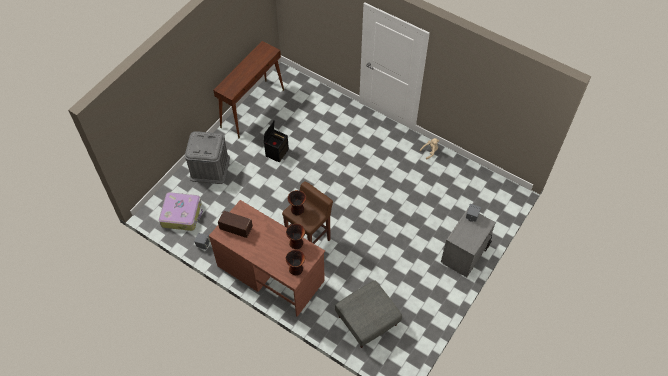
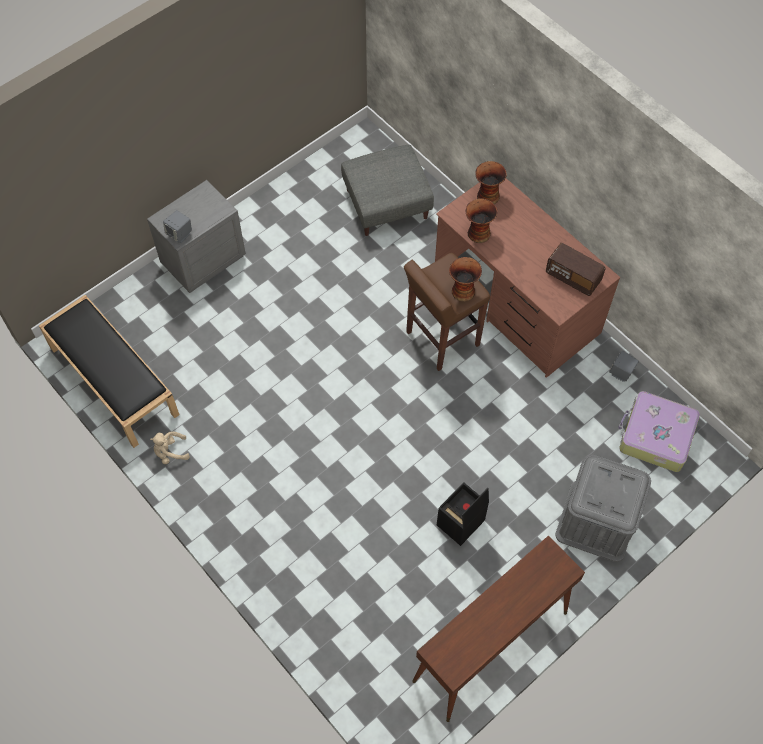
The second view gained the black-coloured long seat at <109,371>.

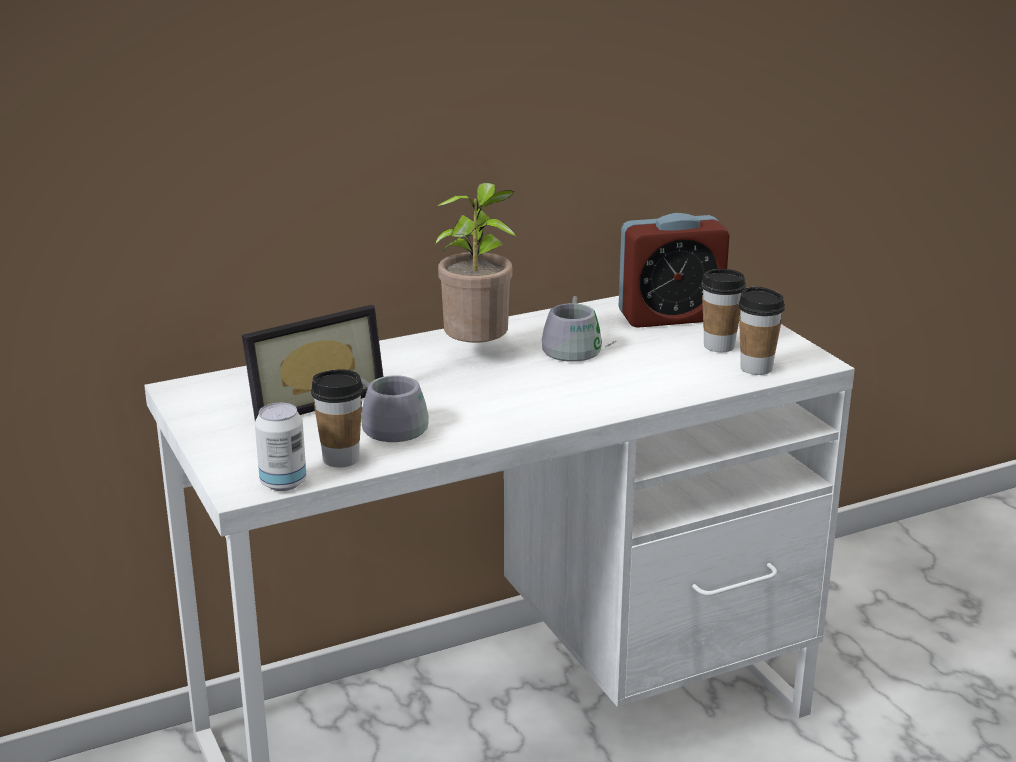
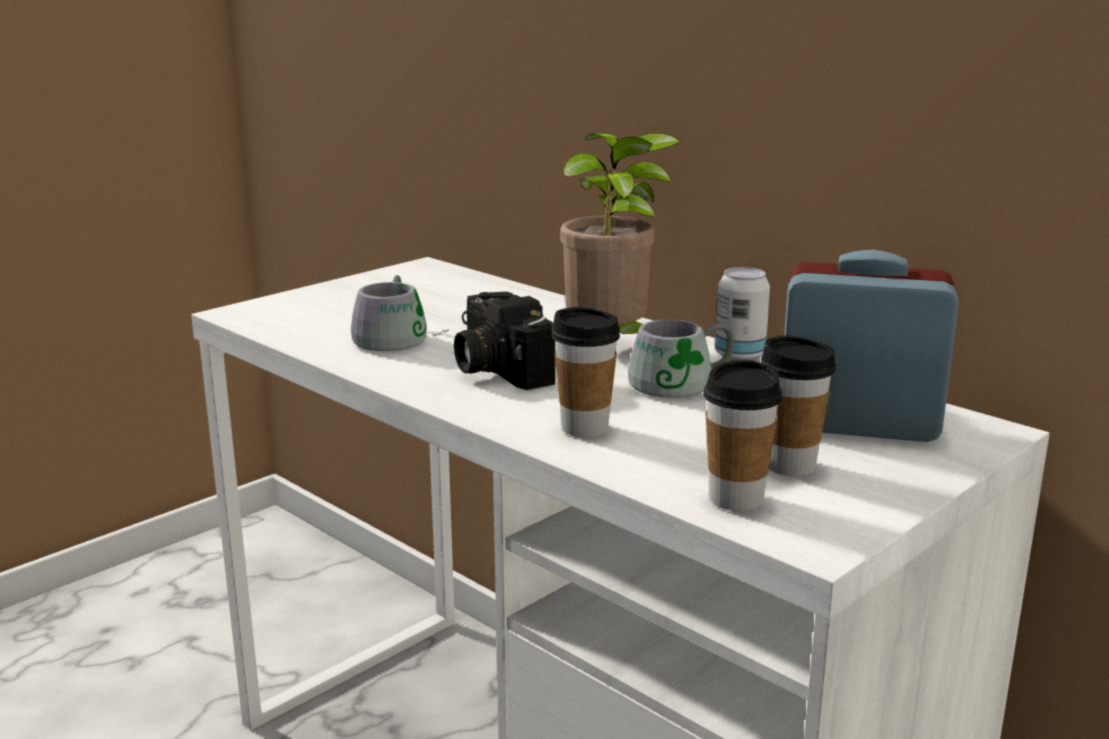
The alarm clock at <674,270> ended up facing another way, 135 degrees clockwise from before. The second view lost the picture frame at <312,363>. The cup ended up elsewhere, having gone from <337,418> to <586,372>. The metal can ended up elsewhere, having gone from <280,447> to <742,314>. The second view gained the still camera at <504,341>.

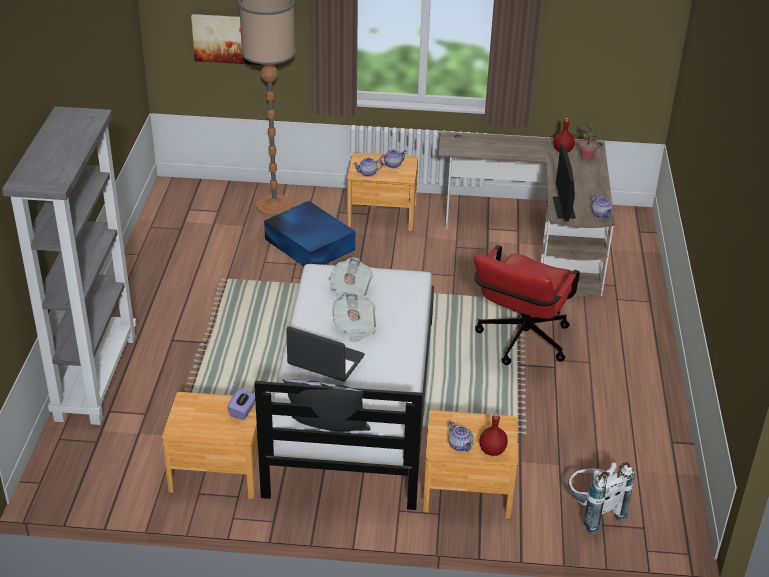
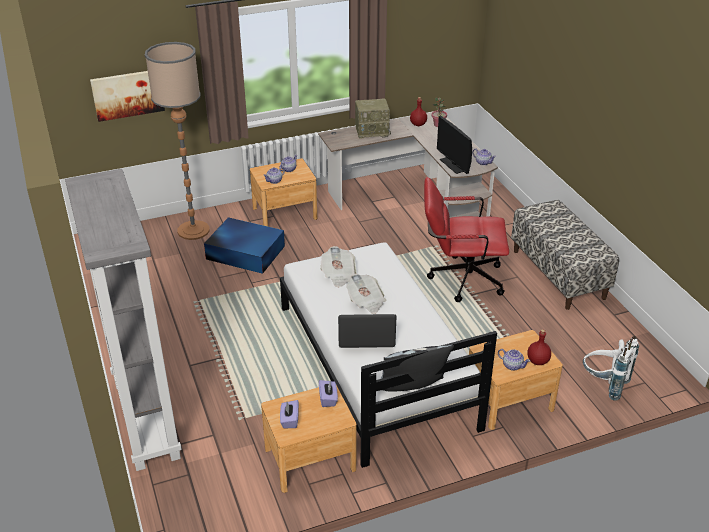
The red computer chair at <527,305> ended up facing another way, 90 degrees clockwise from before. The second view gained the radio at <373,119>. The second view gained the long seat at <565,255>. The second view gained the purple-coloured box of tissues at <289,414>.

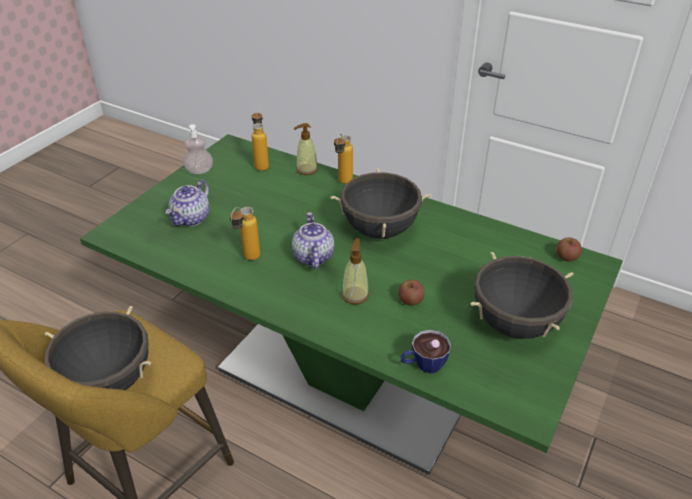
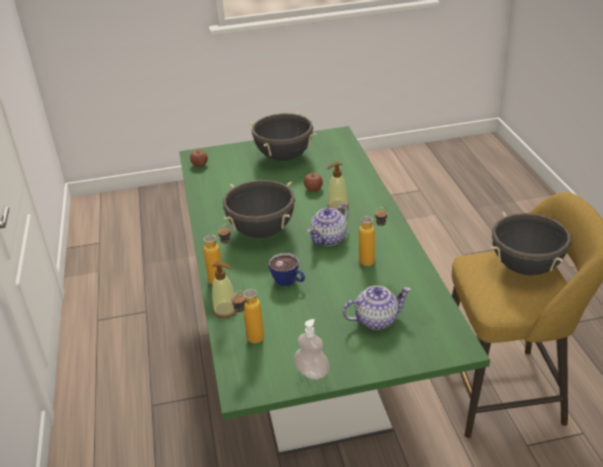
The cup ended up elsewhere, having gone from <425,351> to <287,269>.

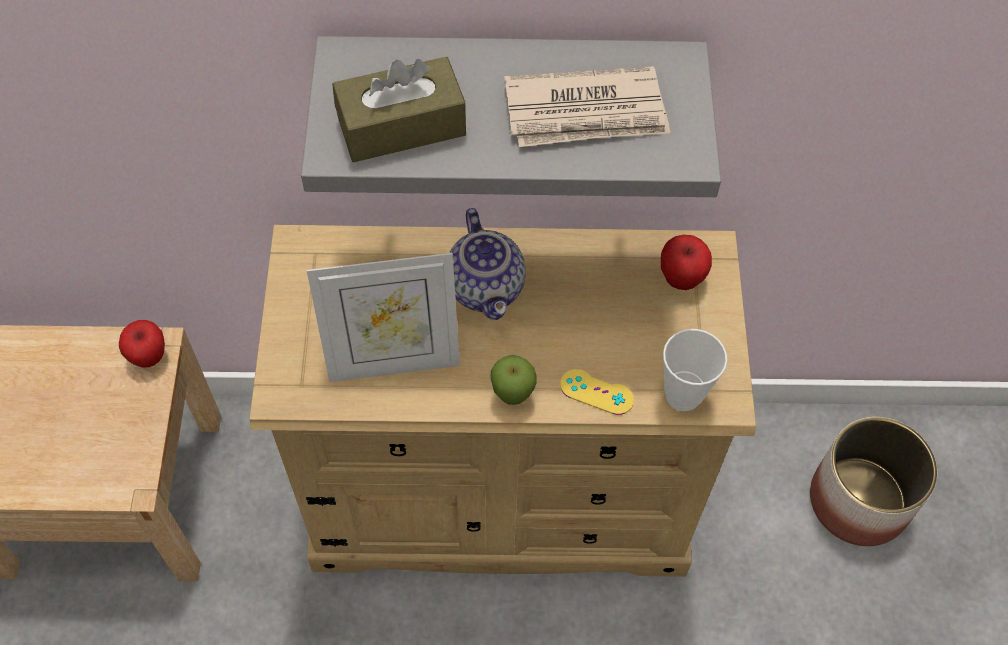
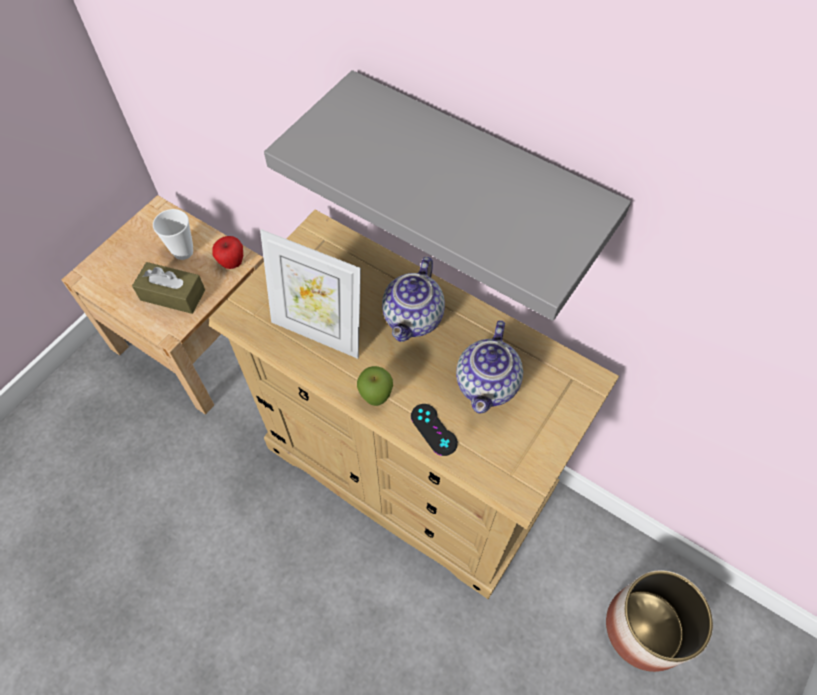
The brown box of tissues ended up elsewhere, having gone from <399,109> to <168,288>. The second view lost the daily paper at <587,106>. The second view lost the apple fruit at <686,262>. The cup ended up elsewhere, having gone from <695,370> to <173,234>. What was the yellow joypad at <597,392> turned into the black-coloured joypad at <434,430>. The second view gained the tea pot at <489,366>.

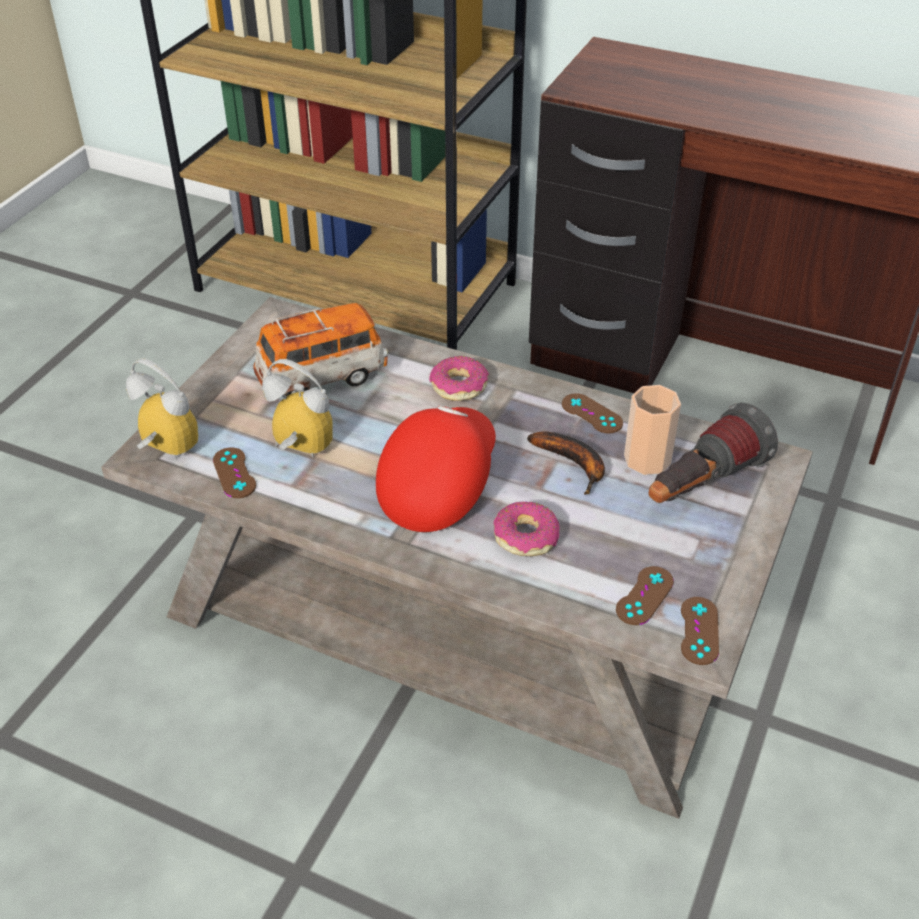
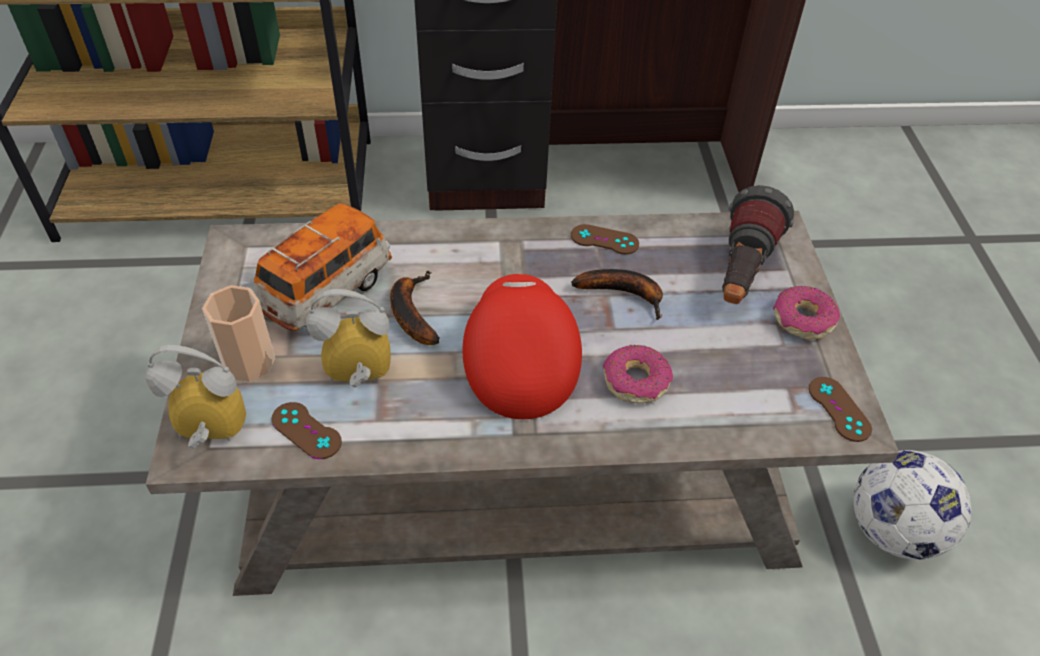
The doughnut ended up elsewhere, having gone from <459,378> to <806,313>. The cup ended up elsewhere, having gone from <652,430> to <238,333>. The second view lost the brown joypad at <645,595>. The second view gained the banana at <415,308>. The second view gained the football ball at <912,505>.

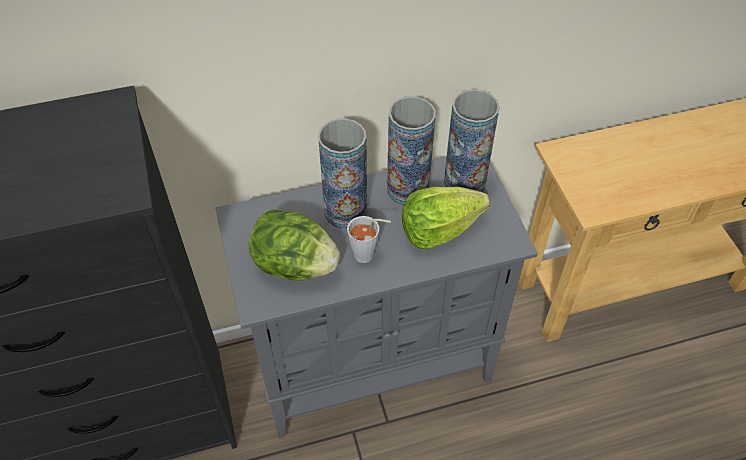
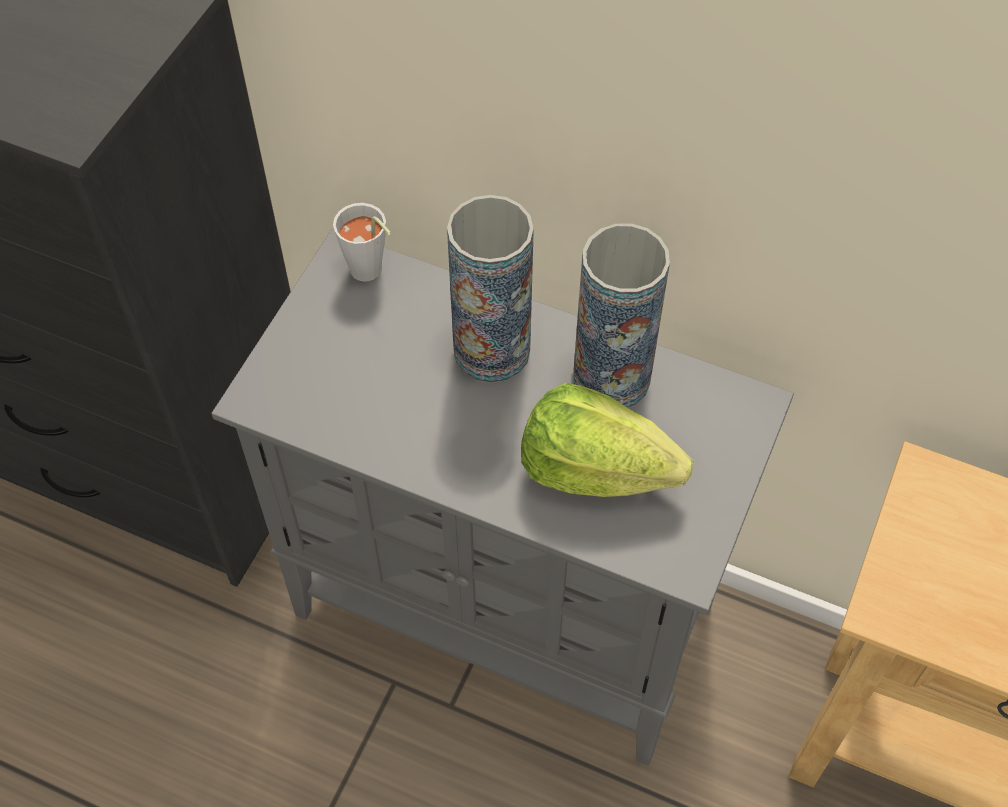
The second view lost the vase at <472,140>. The second view lost the lettuce head at <294,244>. The grey cup ended up elsewhere, having gone from <369,239> to <362,242>.

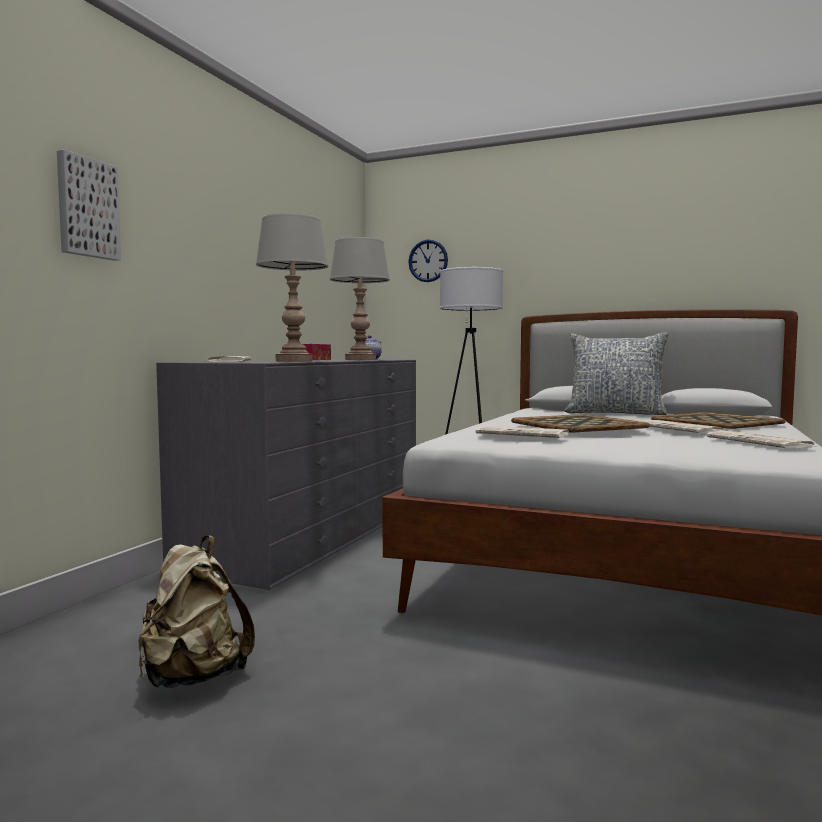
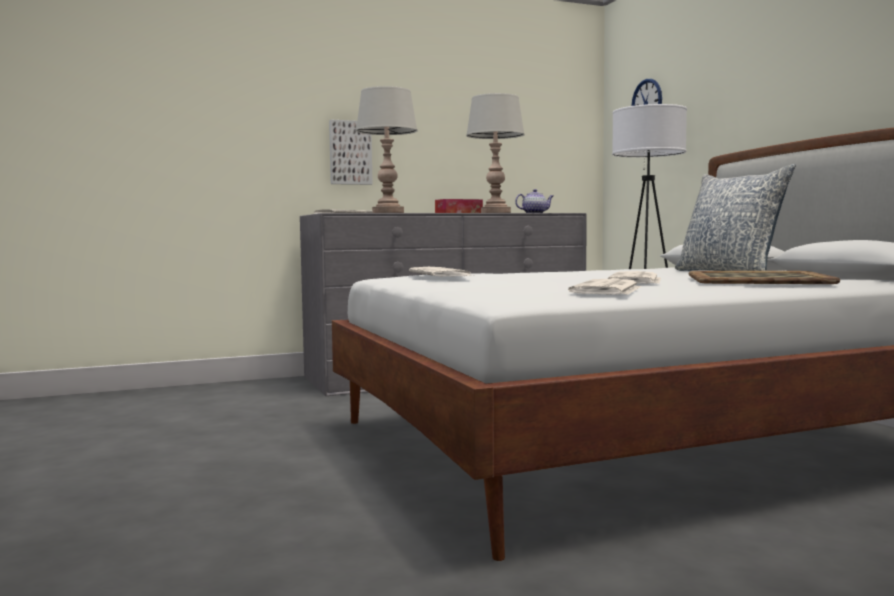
The wall picture ended up elsewhere, having gone from <89,205> to <351,152>. The second view lost the serving tray at <580,423>. The second view lost the beige knapsack at <196,611>.

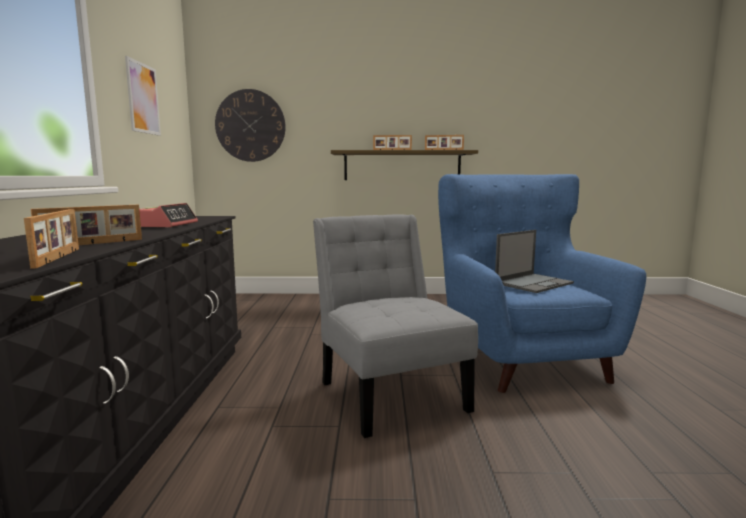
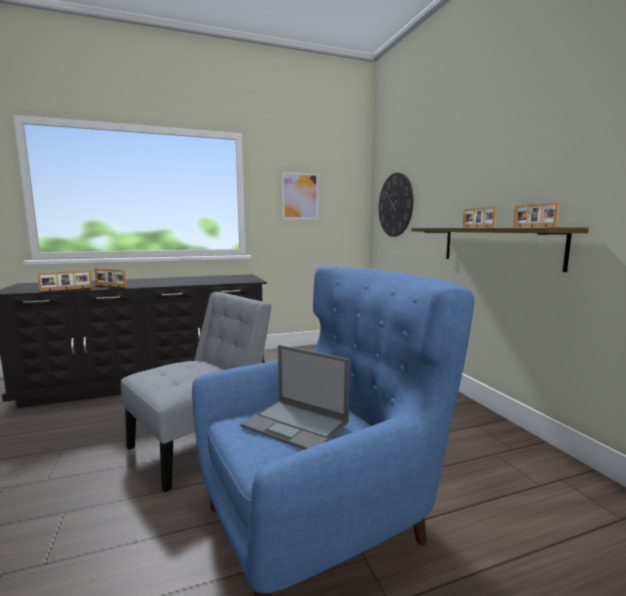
The second view lost the alarm clock at <168,215>.

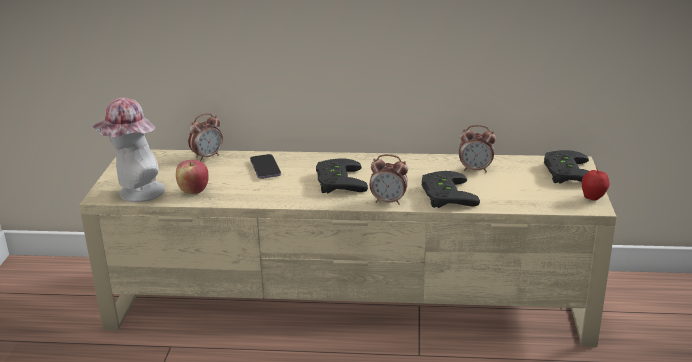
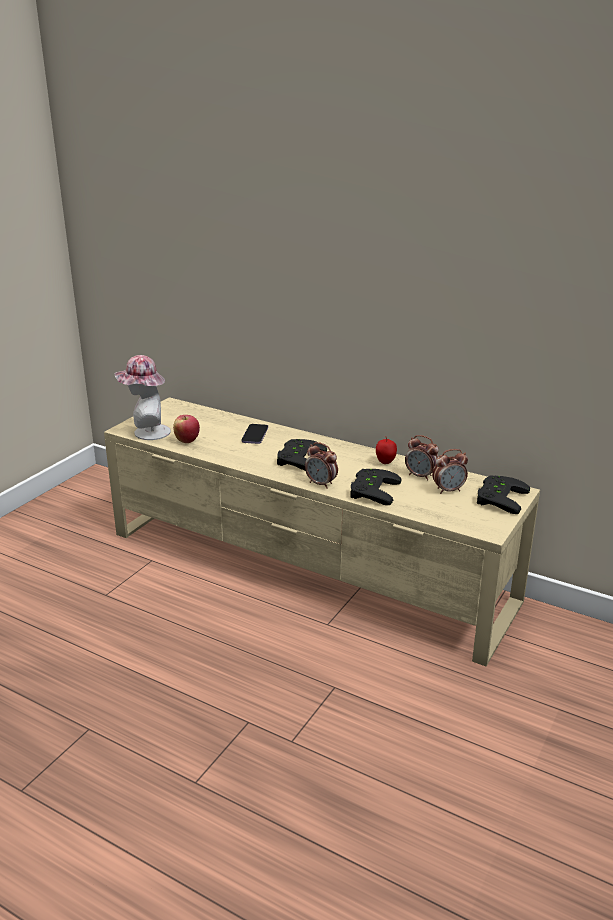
The alarm clock ended up elsewhere, having gone from <205,137> to <450,471>. The apple fruit ended up elsewhere, having gone from <596,184> to <386,450>.

